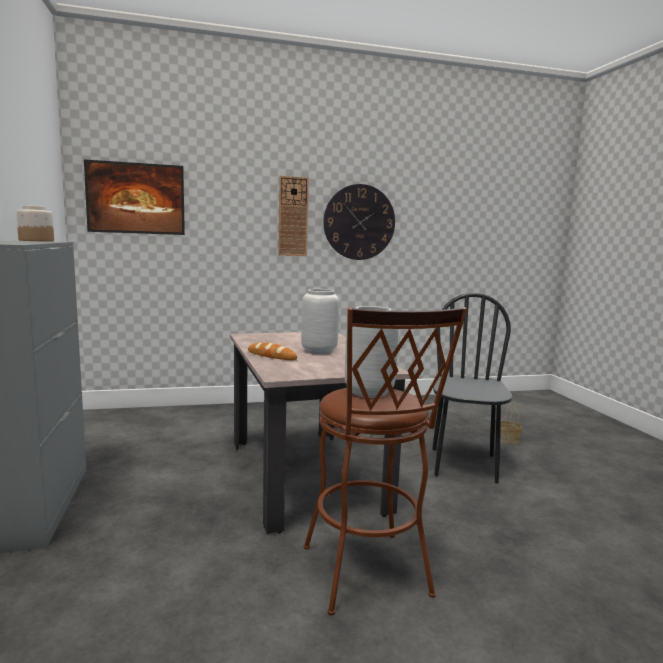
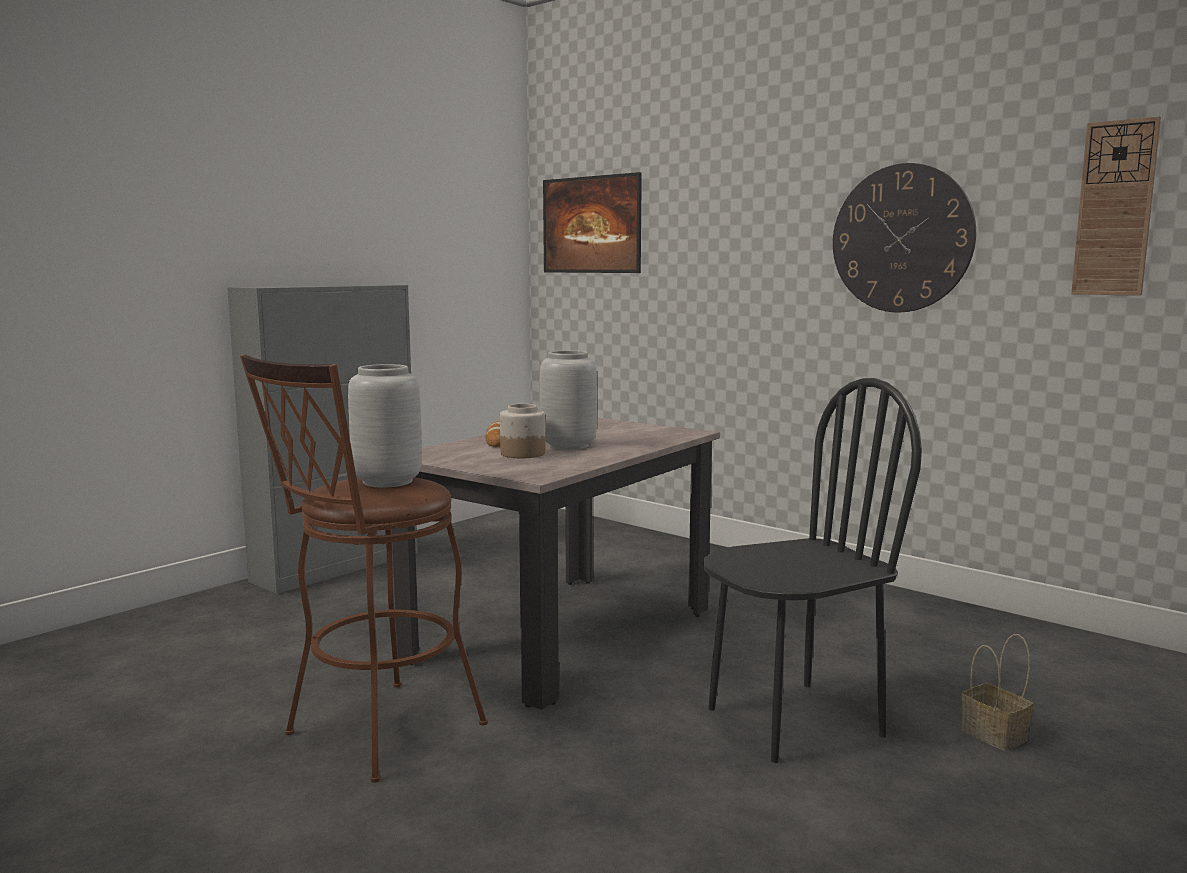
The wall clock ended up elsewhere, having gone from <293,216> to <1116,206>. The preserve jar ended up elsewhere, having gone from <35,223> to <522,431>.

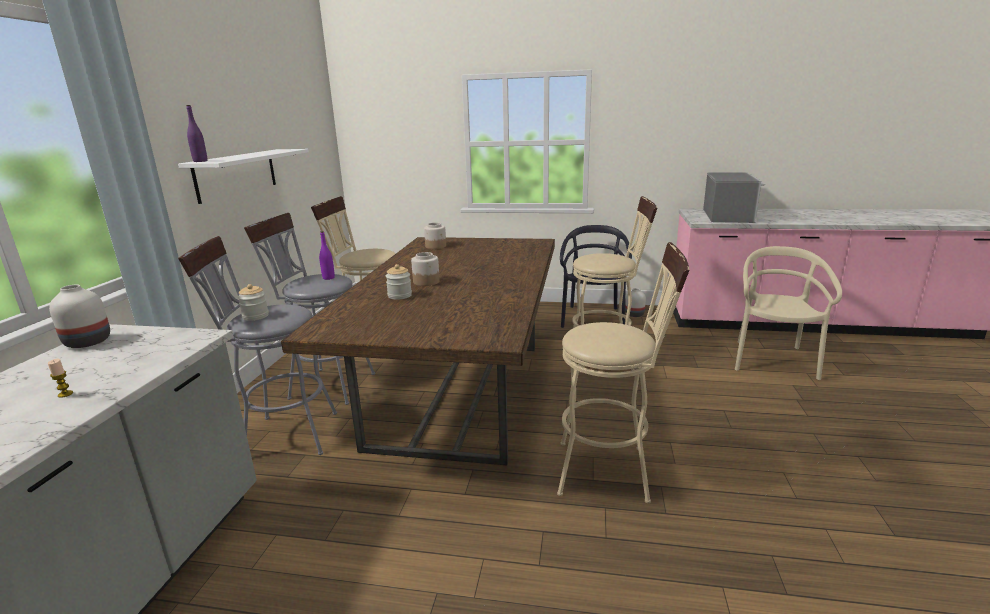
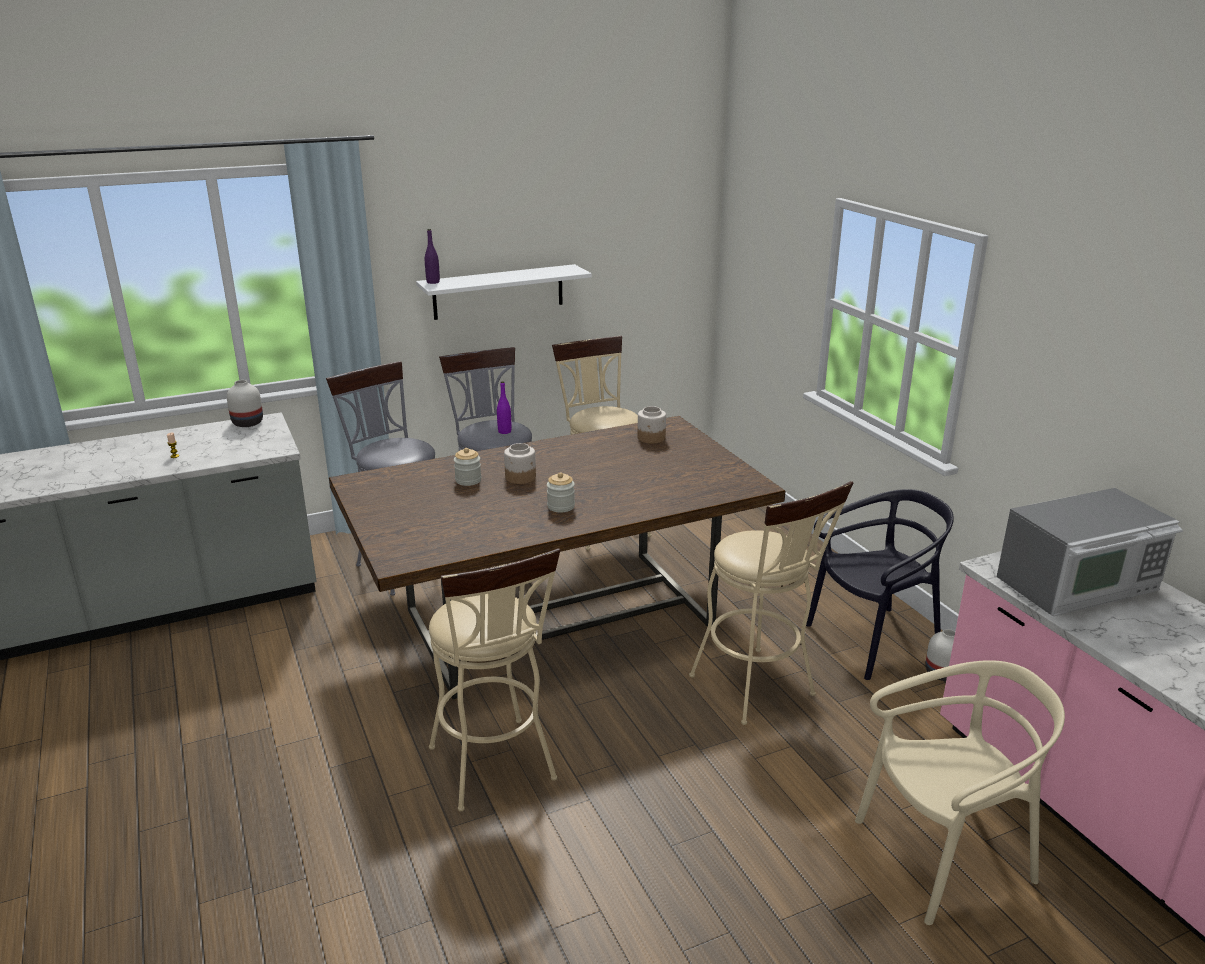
The preserve jar ended up elsewhere, having gone from <253,302> to <561,492>.

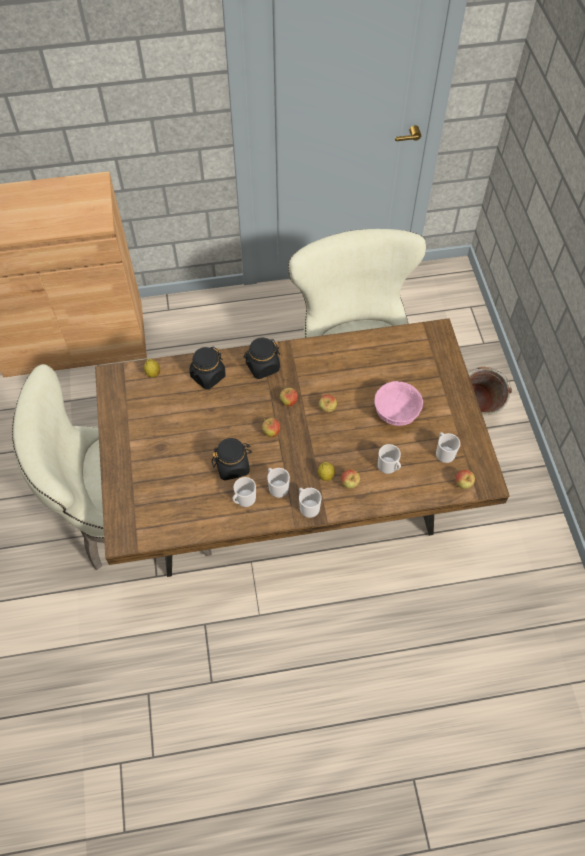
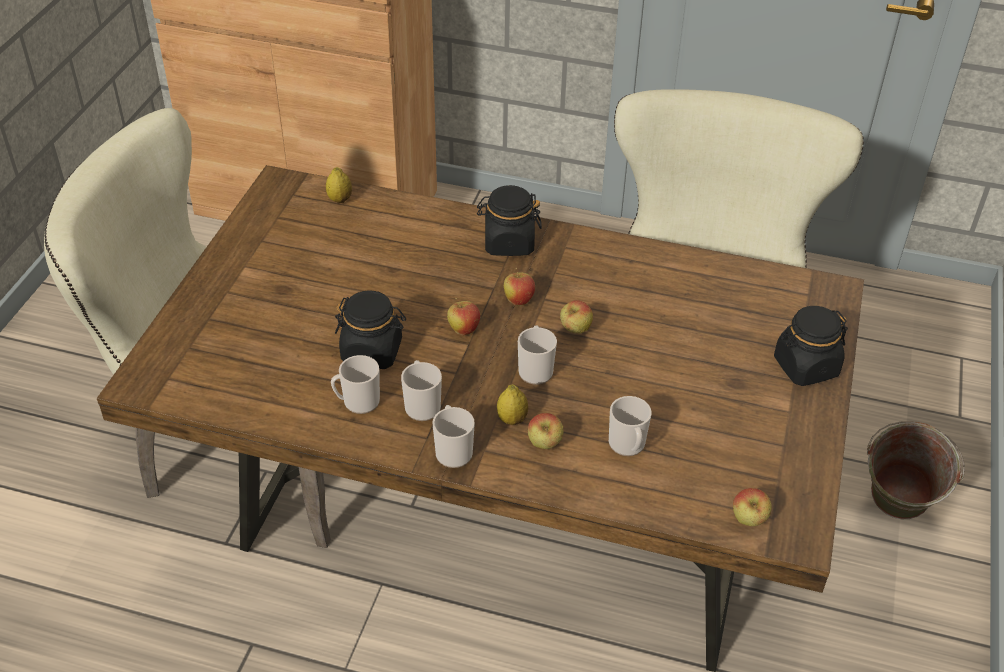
The black-coloured preserve jar ended up elsewhere, having gone from <207,367> to <811,346>. The second view lost the pink bowl at <398,403>. The tea mug ended up elsewhere, having gone from <448,447> to <537,355>.

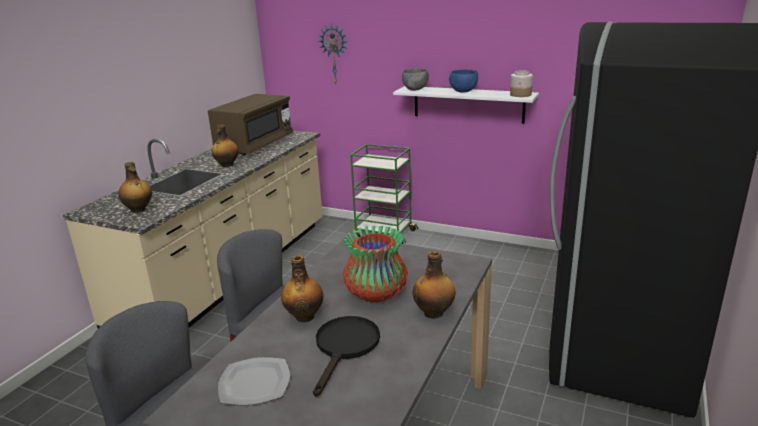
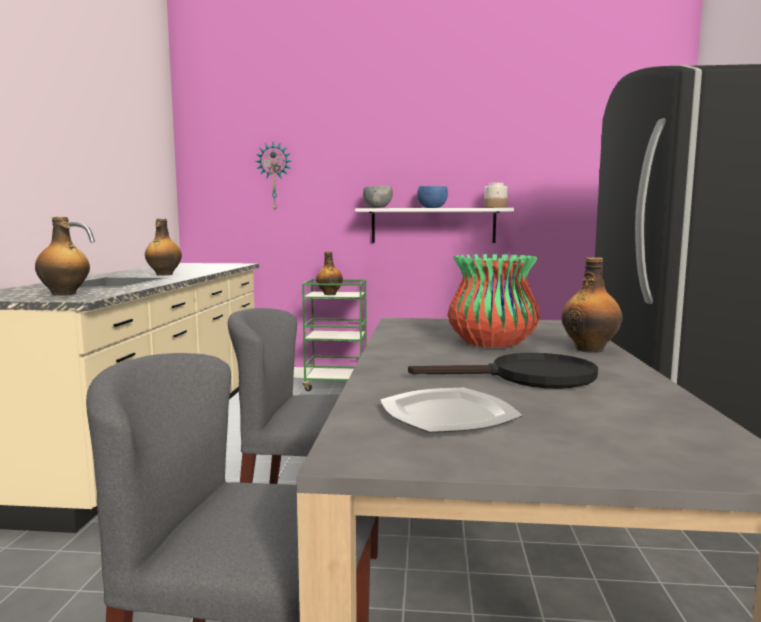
The second view lost the brown kitchen microwave at <250,125>. The bottle ended up elsewhere, having gone from <302,289> to <329,273>. The black-coloured skillet at <346,356> ended up facing another way, 90 degrees clockwise from before.

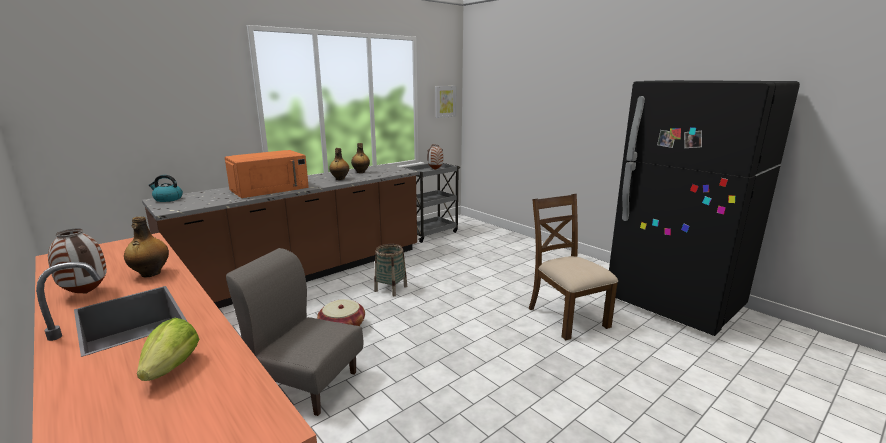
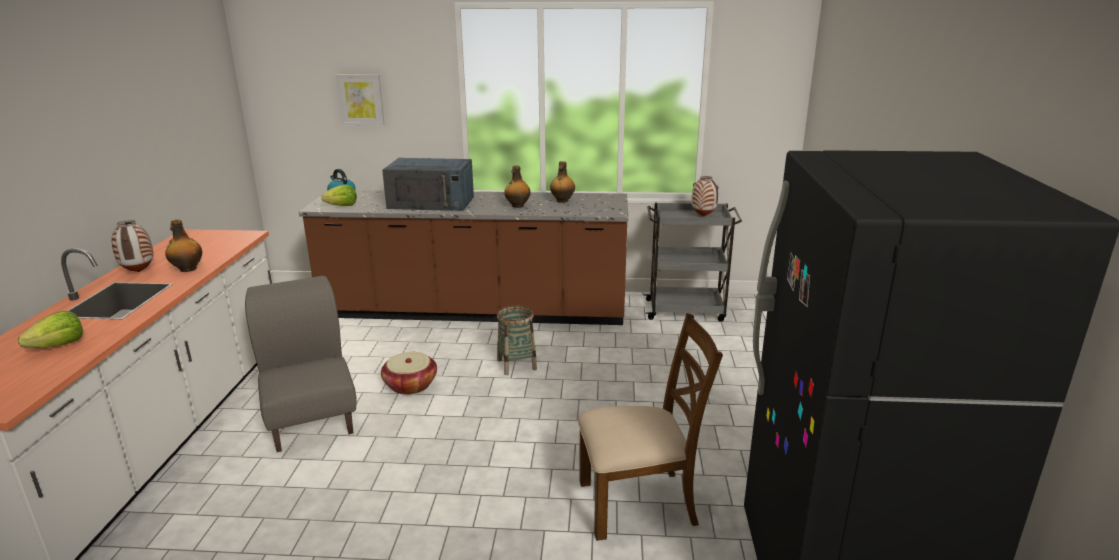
The wall picture ended up elsewhere, having gone from <445,102> to <360,100>. What was the orange kitchen microwave at <267,174> turned into the blue kitchen microwave at <428,184>. The brown chair at <573,267> ended up facing another way, 60 degrees clockwise from before. The second view gained the lettuce head at <339,195>.

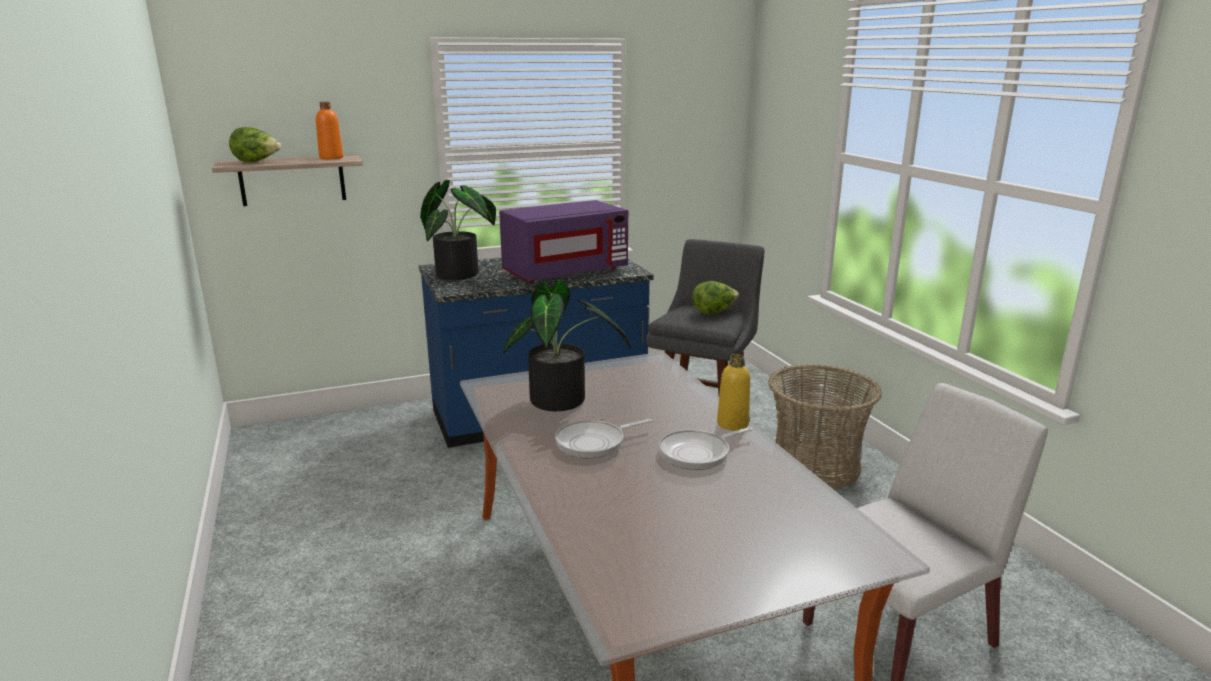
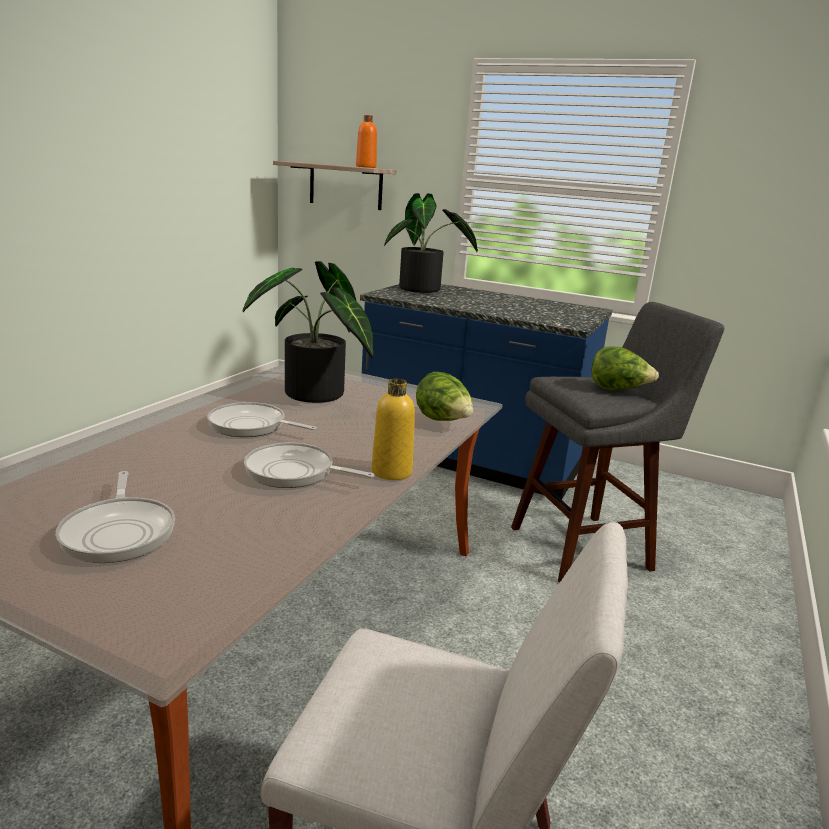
The lettuce head ended up elsewhere, having gone from <255,144> to <444,396>. The second view lost the purple-coloured kitchen microwave at <563,241>. The second view lost the storage basket at <825,426>. The second view gained the skillet at <115,517>.

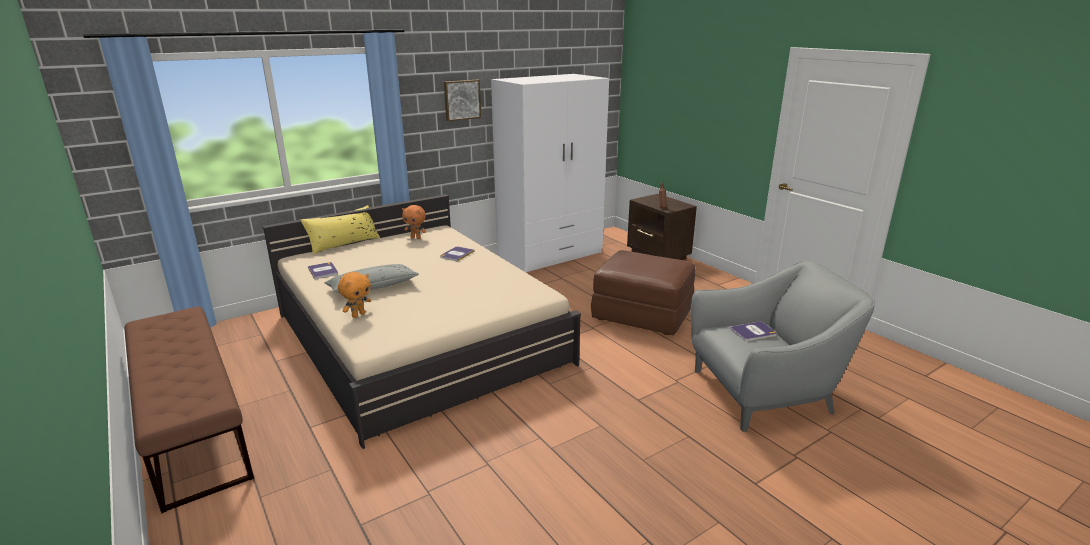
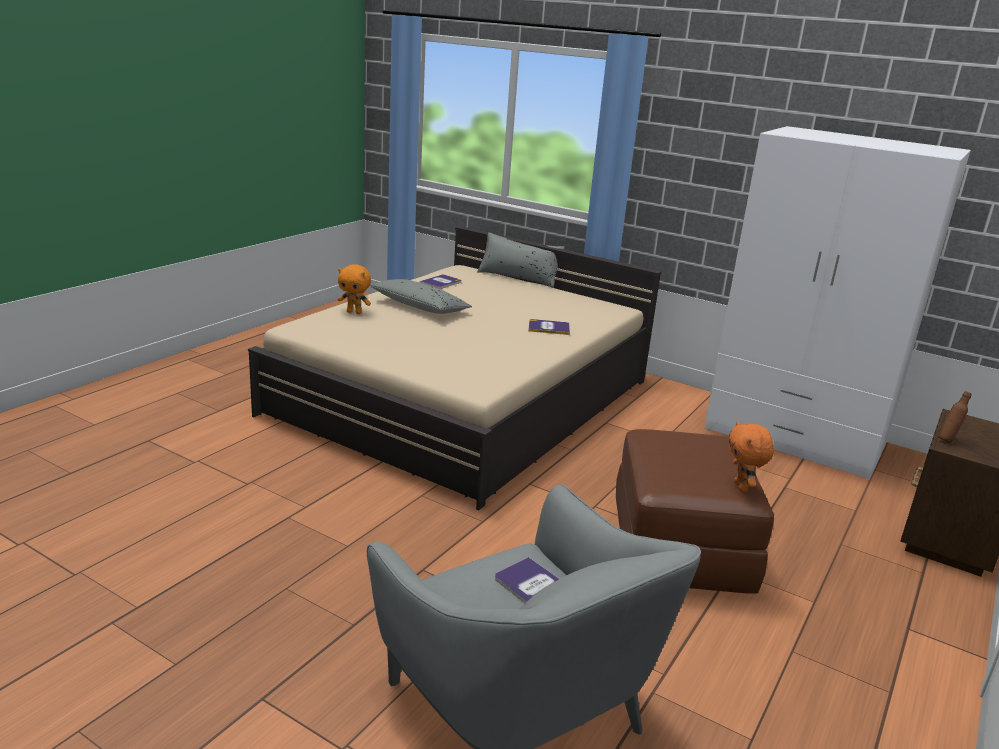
The second view lost the wall picture at <462,100>. What was the yellow throw pillow at <340,230> turned into the grey throw pillow at <521,260>. The orange cuddly toy ended up elsewhere, having gone from <414,222> to <751,456>. The second view lost the brown long seat at <189,410>.

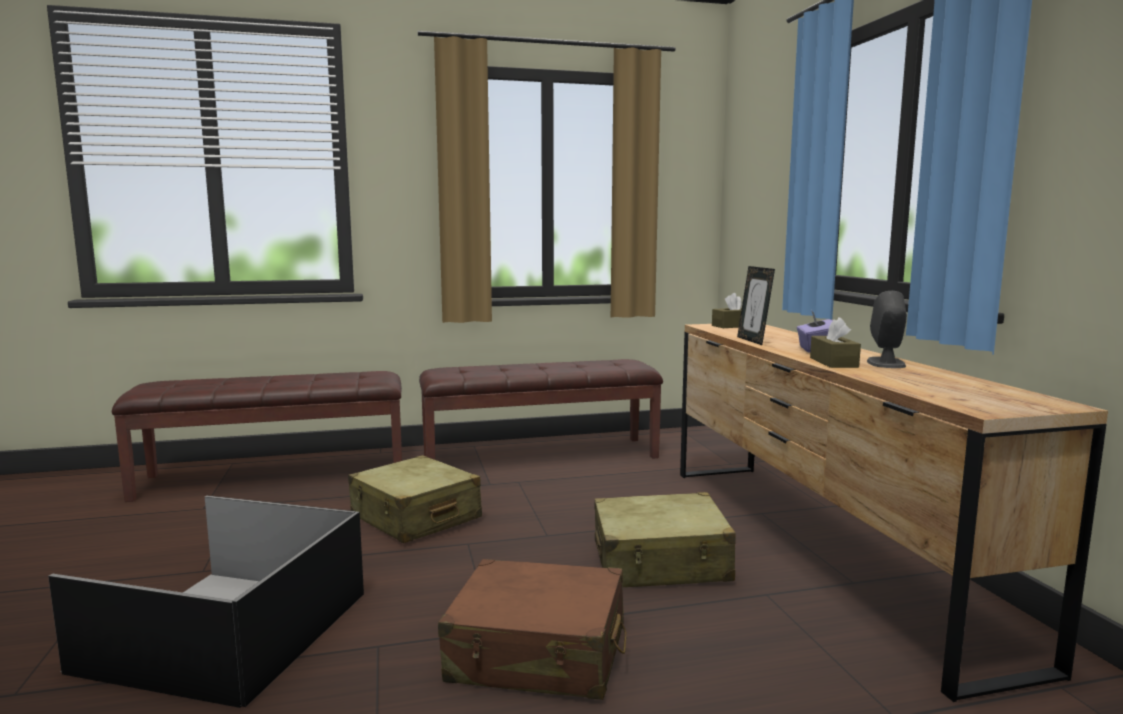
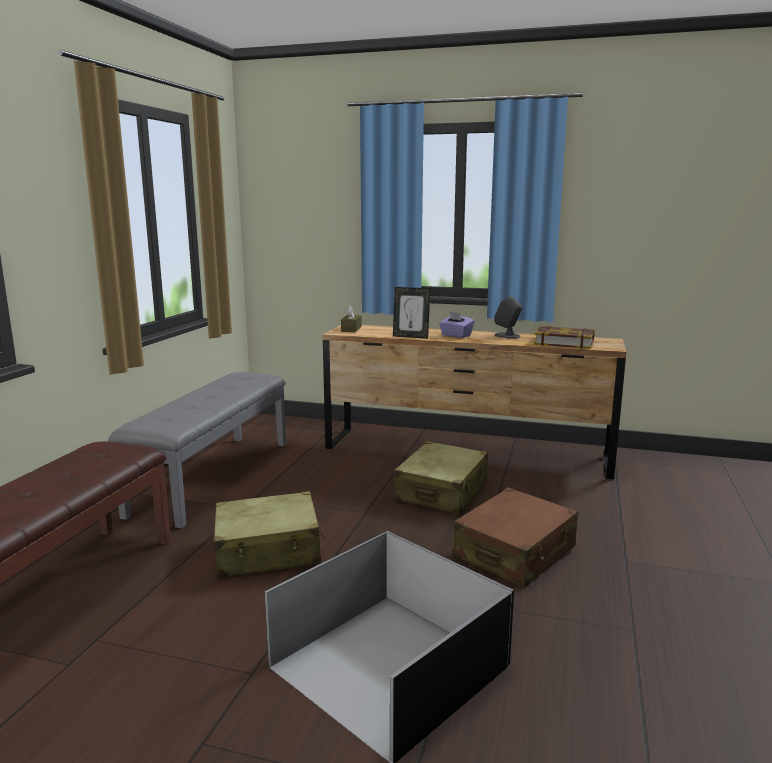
The second view lost the brown box of tissues at <835,342>. What was the brown long seat at <541,409> turned into the grey long seat at <197,450>. The second view gained the bound book at <564,337>.

